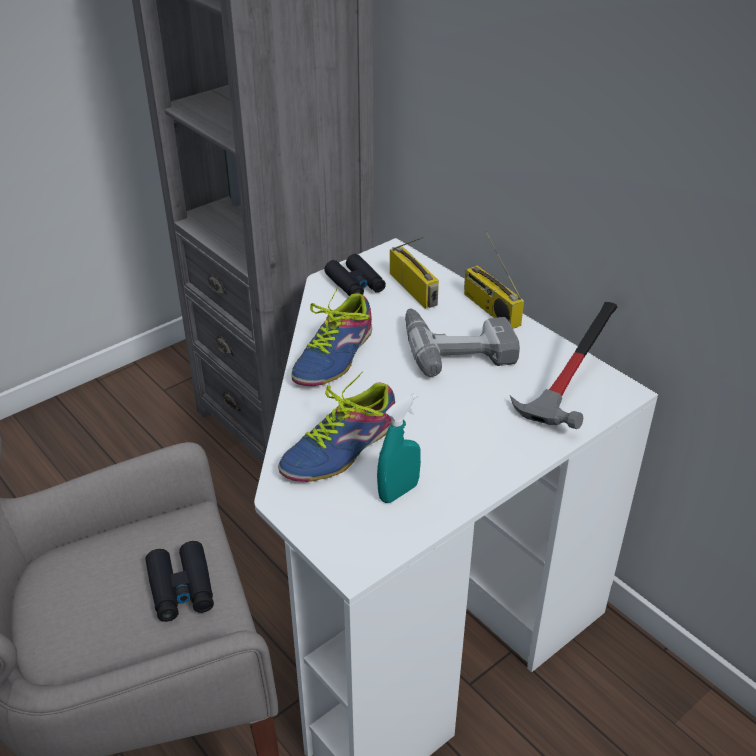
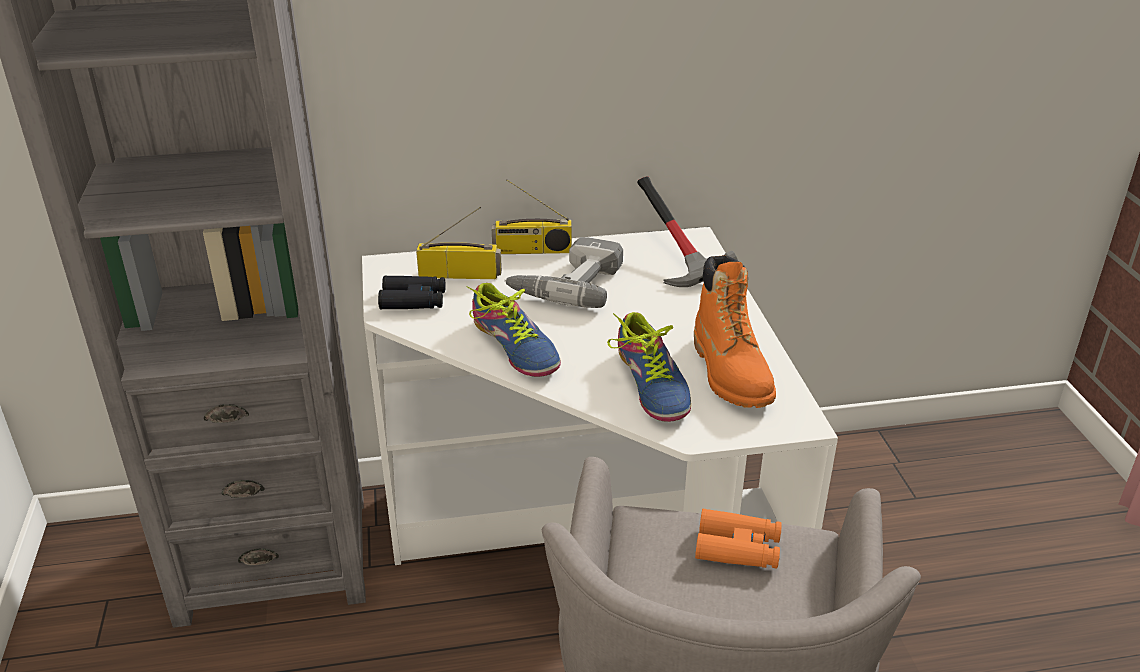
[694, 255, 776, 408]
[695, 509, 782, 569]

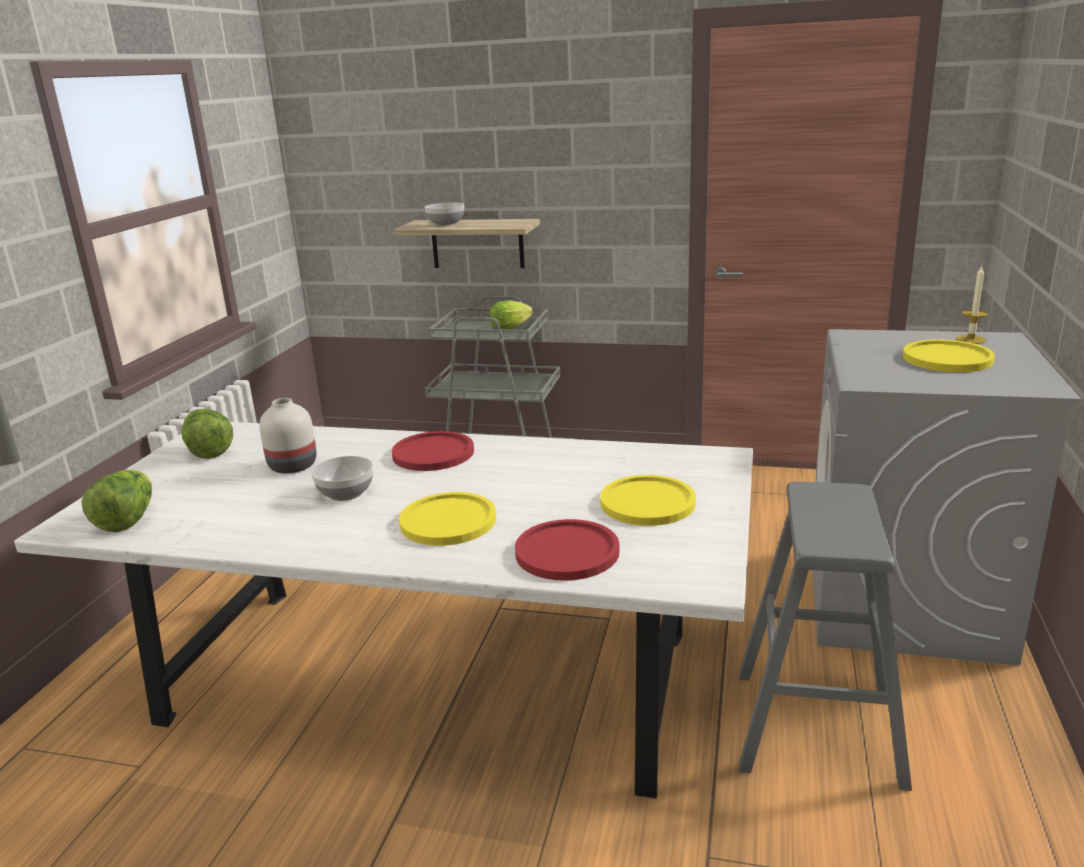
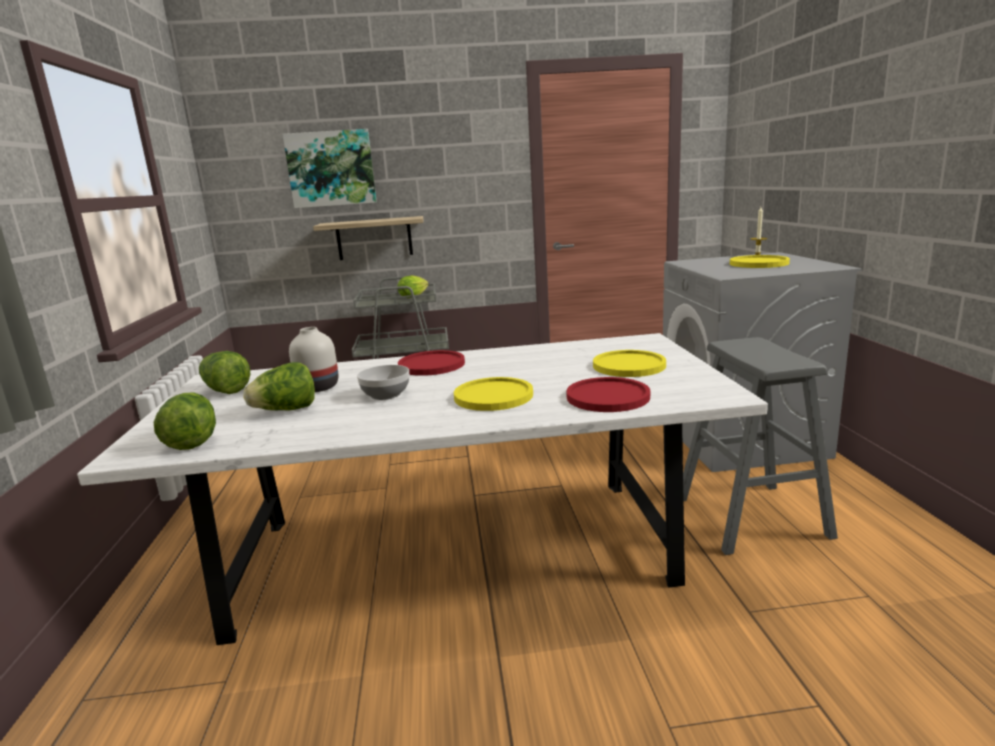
[243, 362, 315, 411]
[283, 129, 377, 208]
[425, 202, 464, 226] (first image)

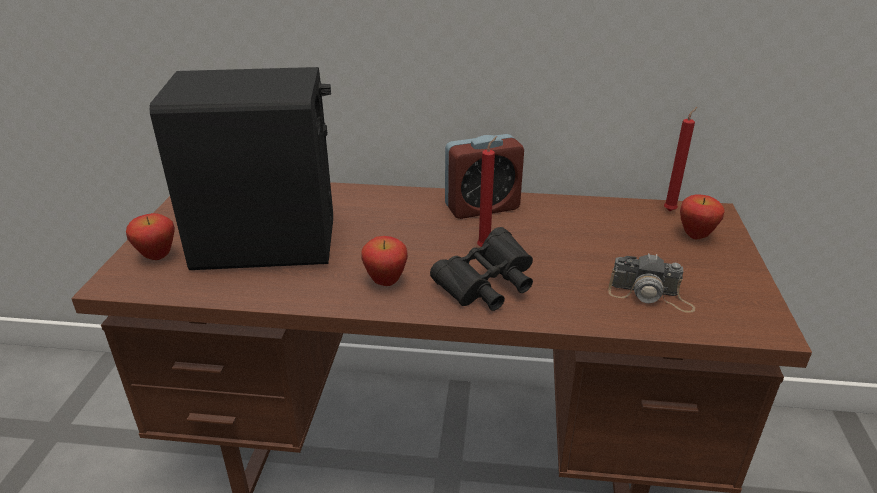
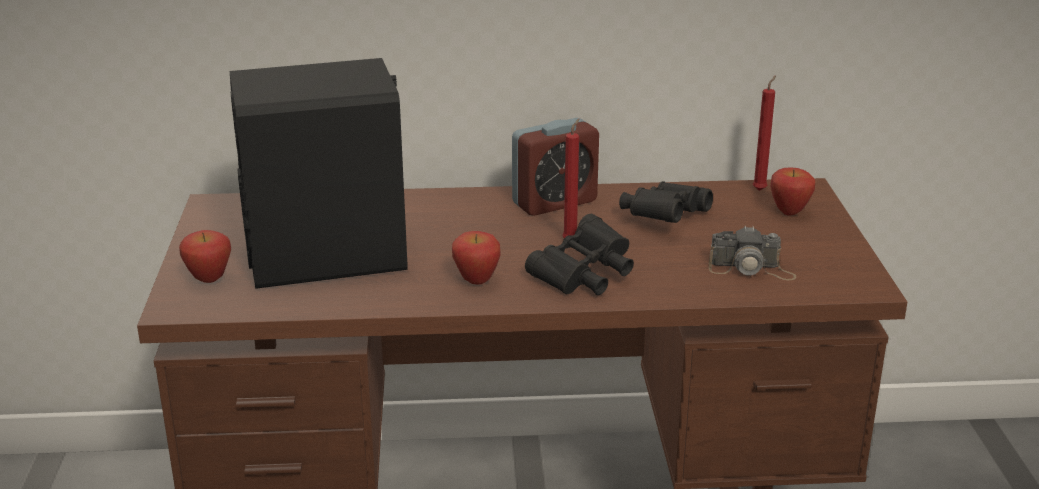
[619, 181, 713, 223]

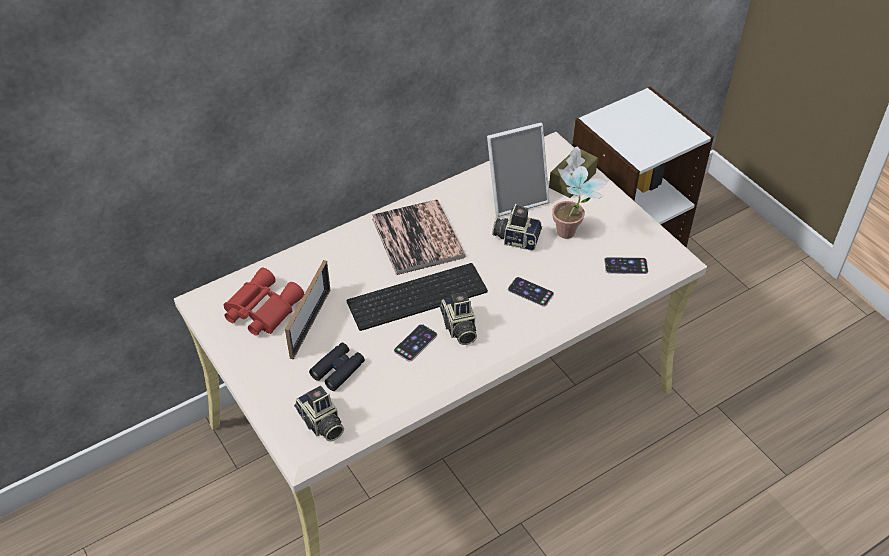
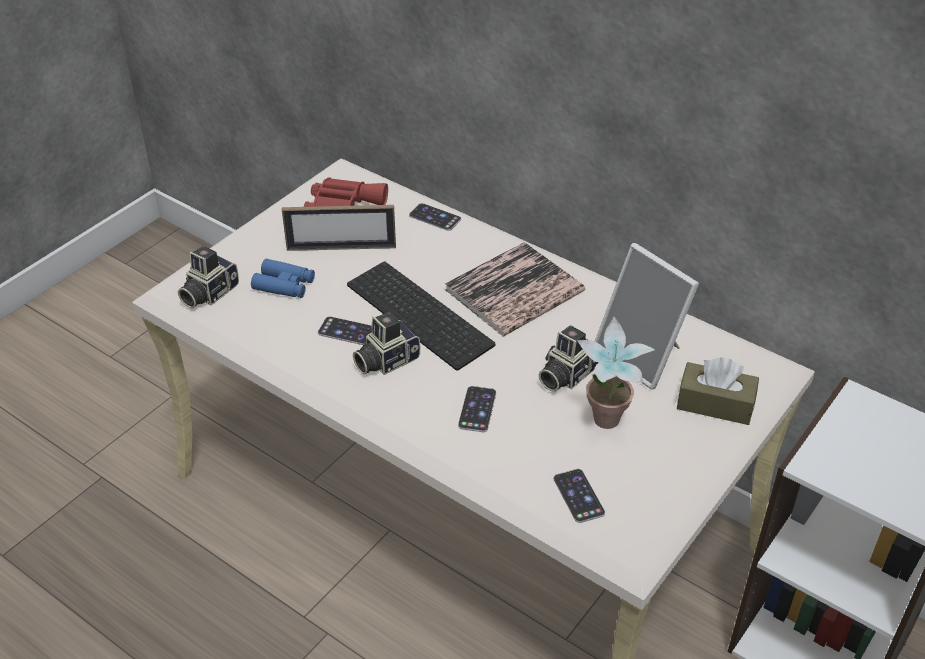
[251, 259, 315, 298]
[409, 203, 461, 231]
[539, 326, 599, 392]

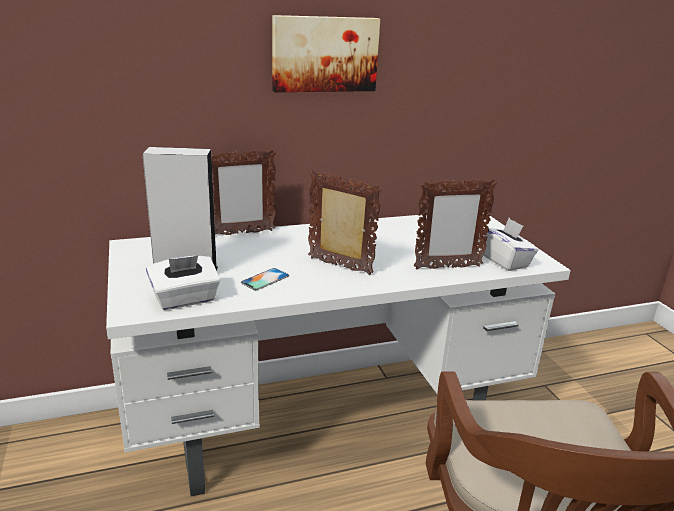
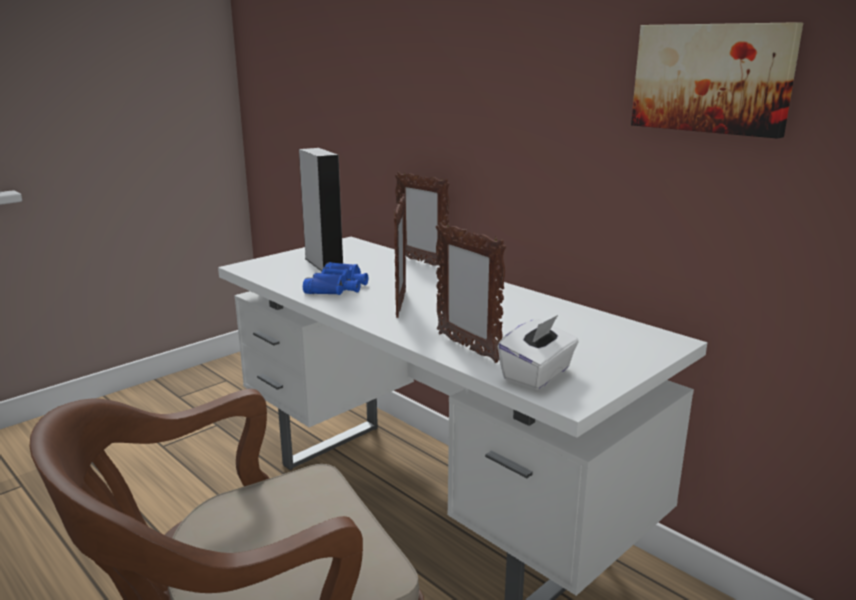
[303, 262, 368, 295]
[631, 22, 803, 139]
[146, 256, 220, 310] (first image)

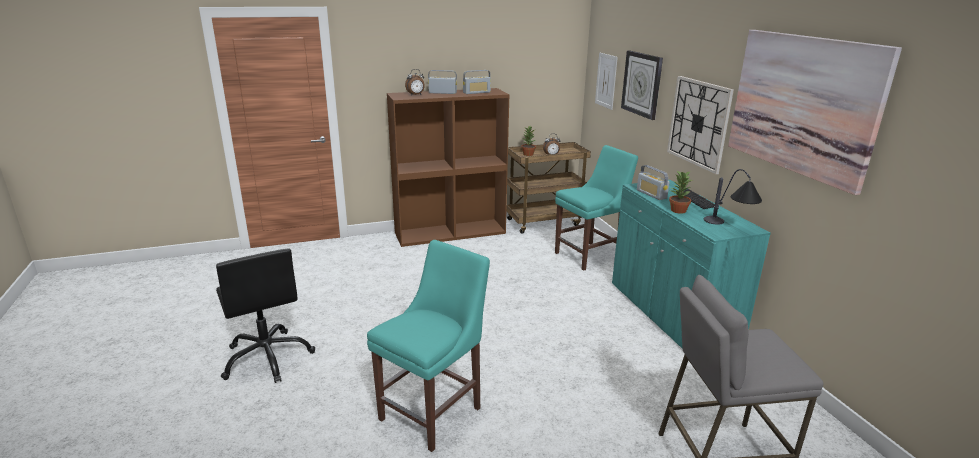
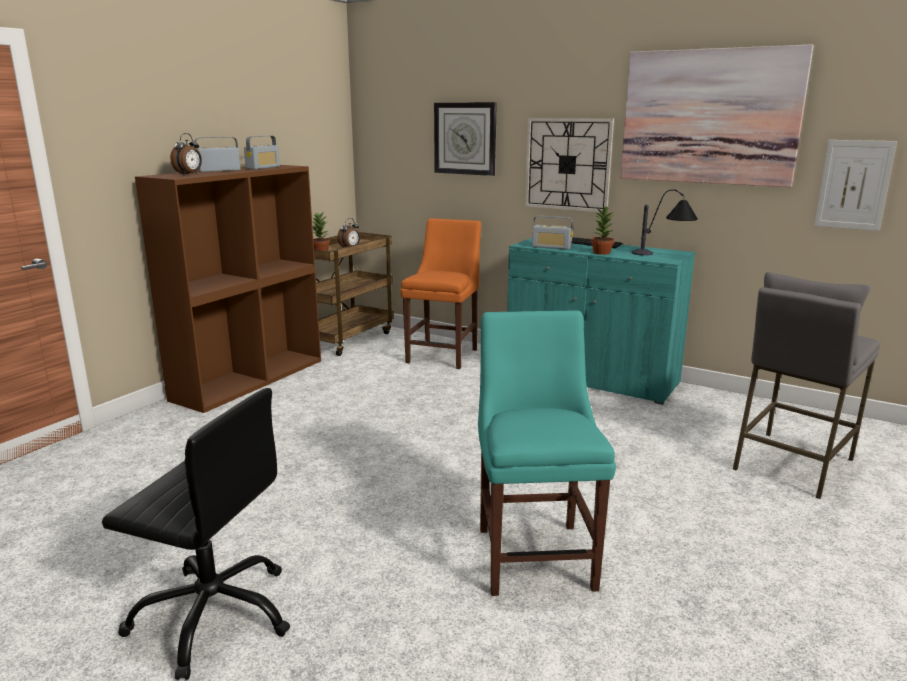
[400, 218, 481, 369]
[814, 140, 897, 231]

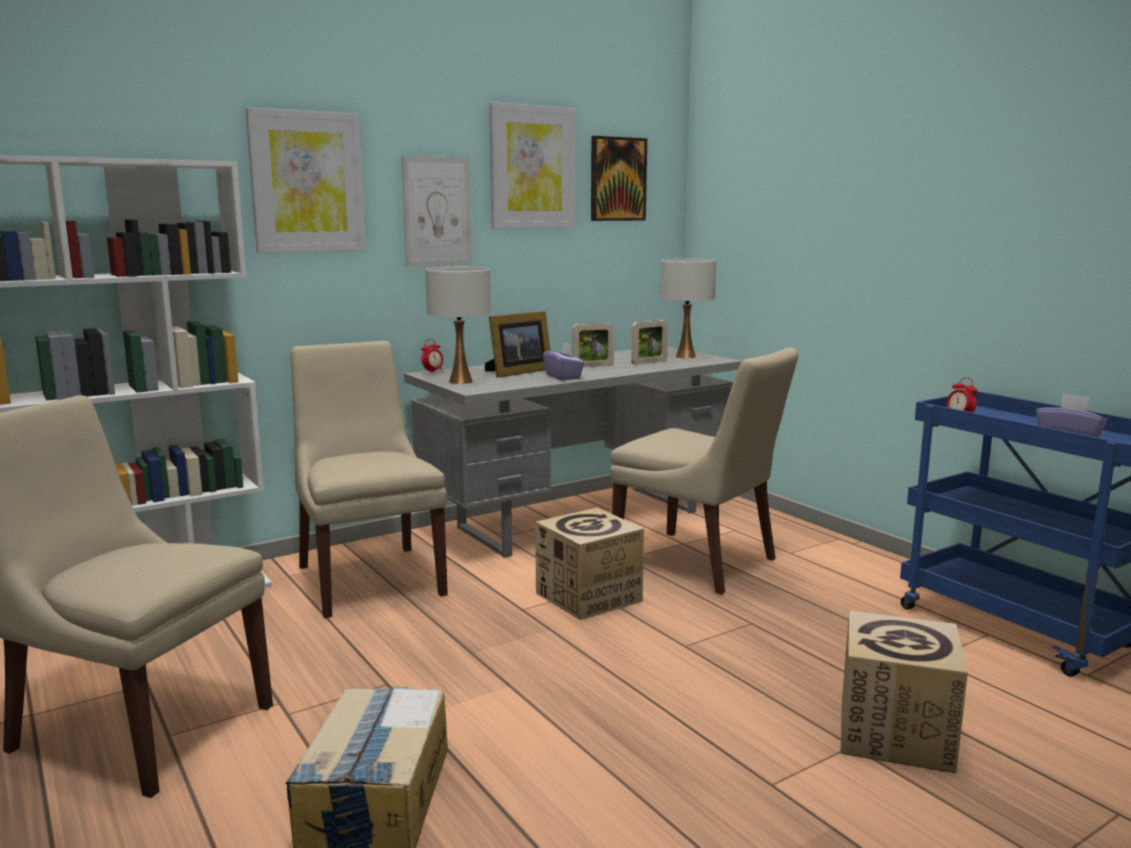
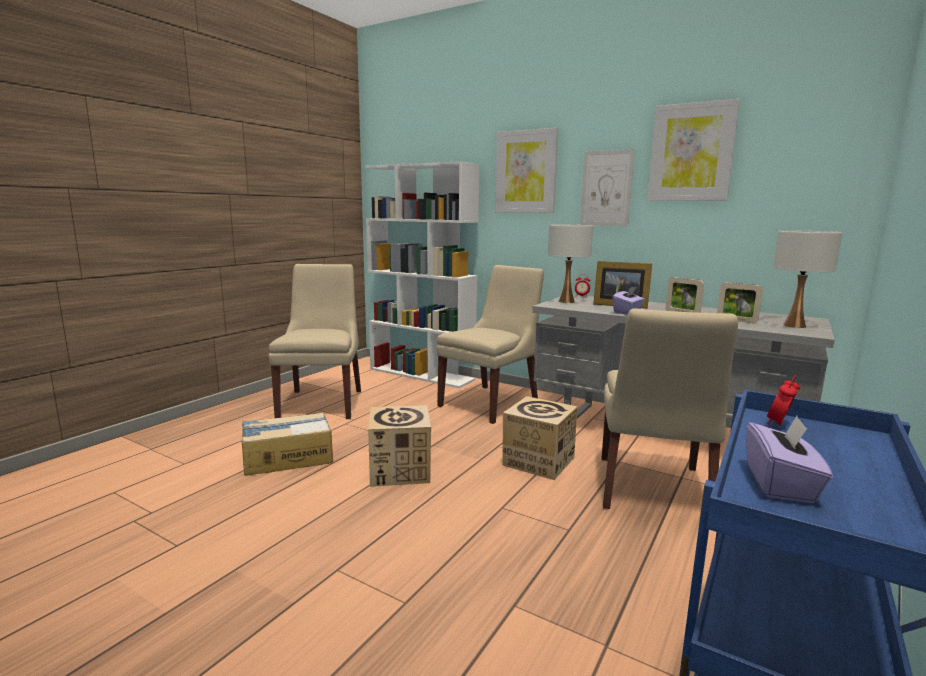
[368, 405, 431, 487]
[591, 136, 647, 221] (first image)

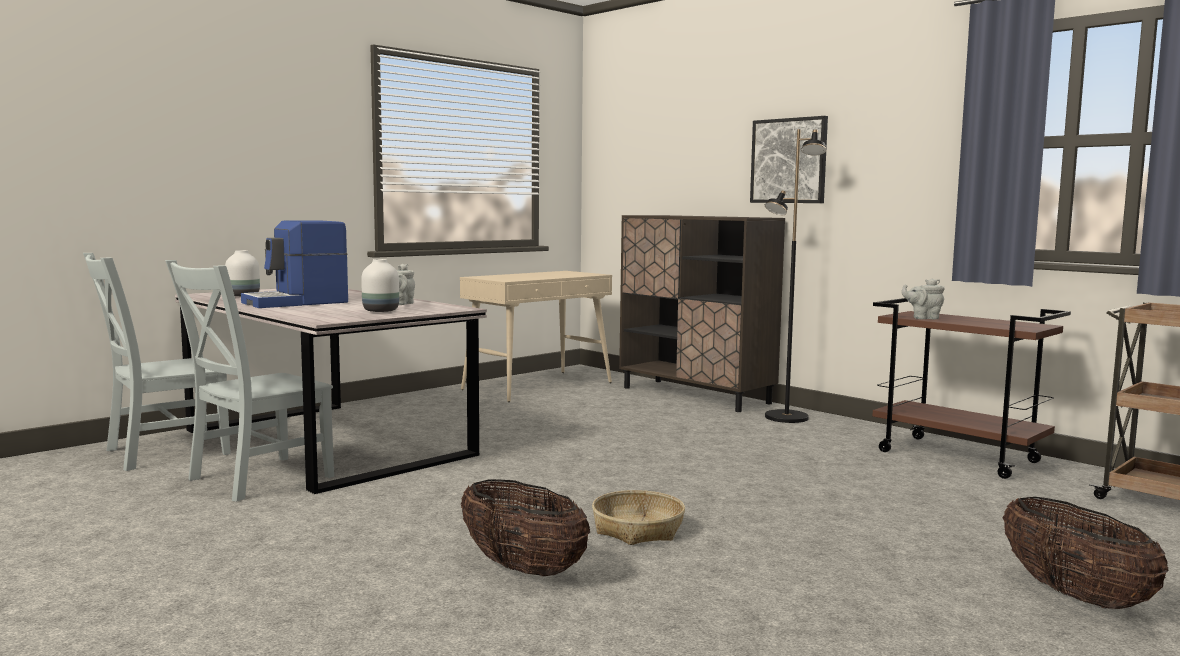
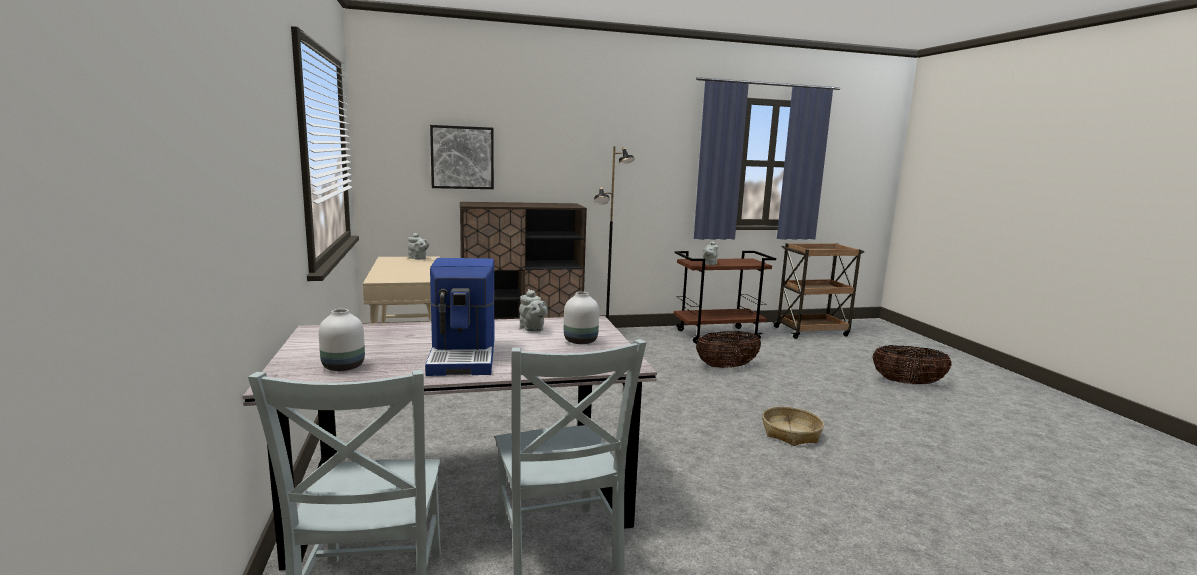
[408, 233, 430, 260]
[430, 125, 494, 189]
[696, 331, 761, 368]

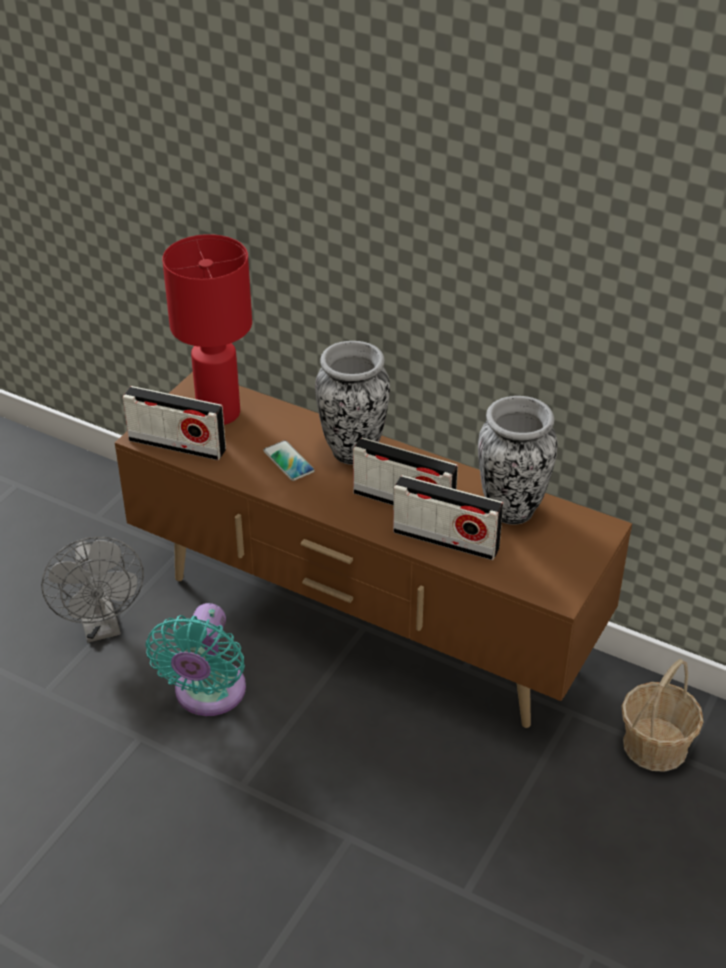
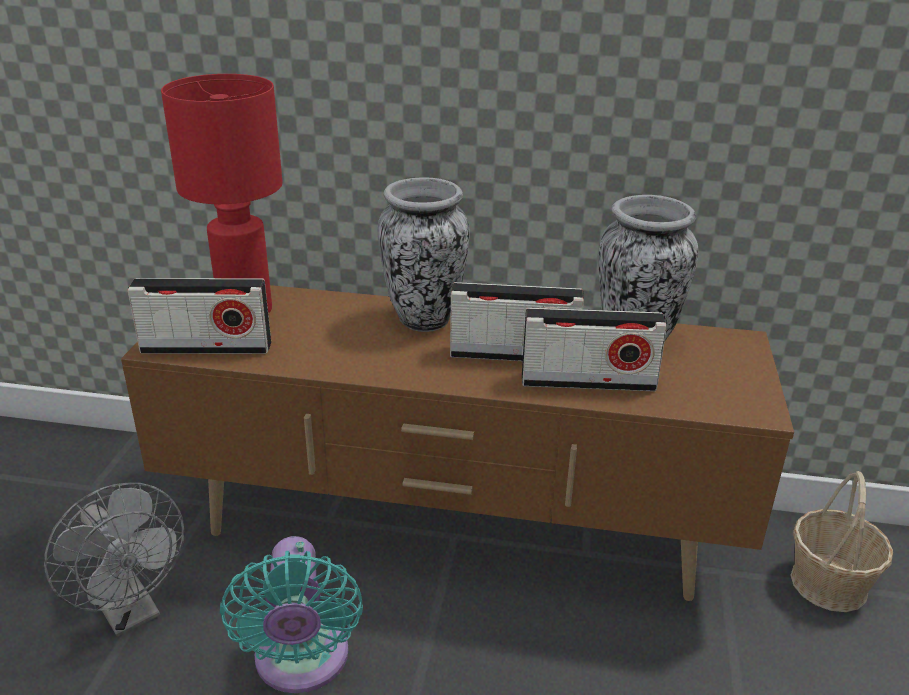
[263, 440, 315, 481] (first image)

